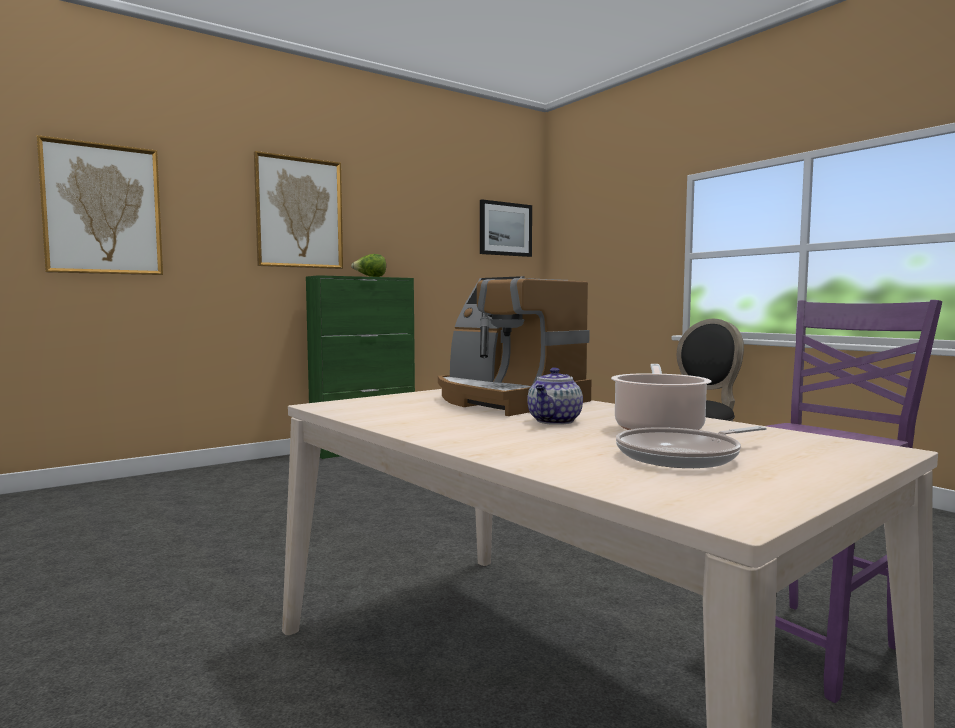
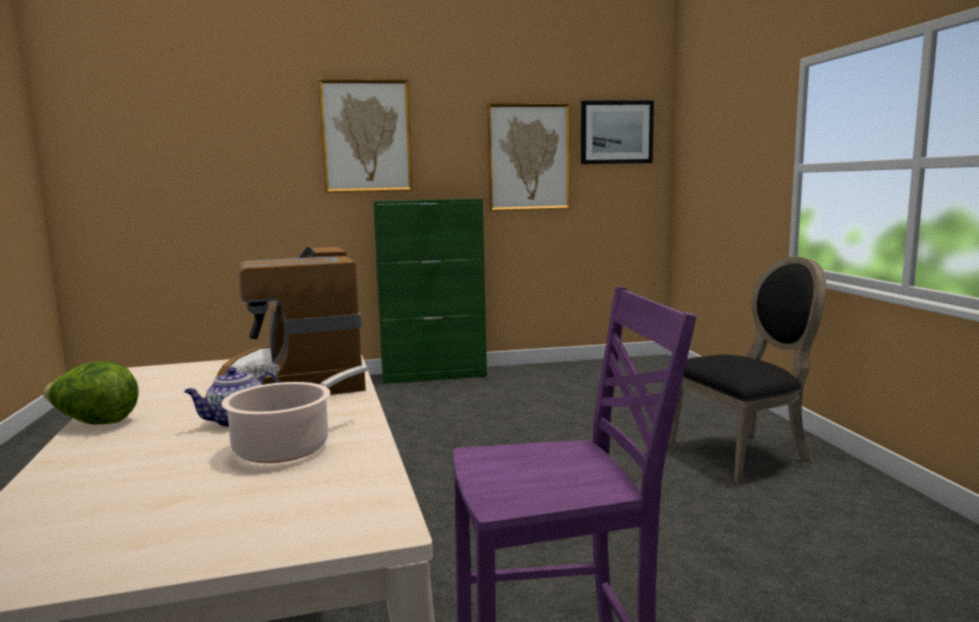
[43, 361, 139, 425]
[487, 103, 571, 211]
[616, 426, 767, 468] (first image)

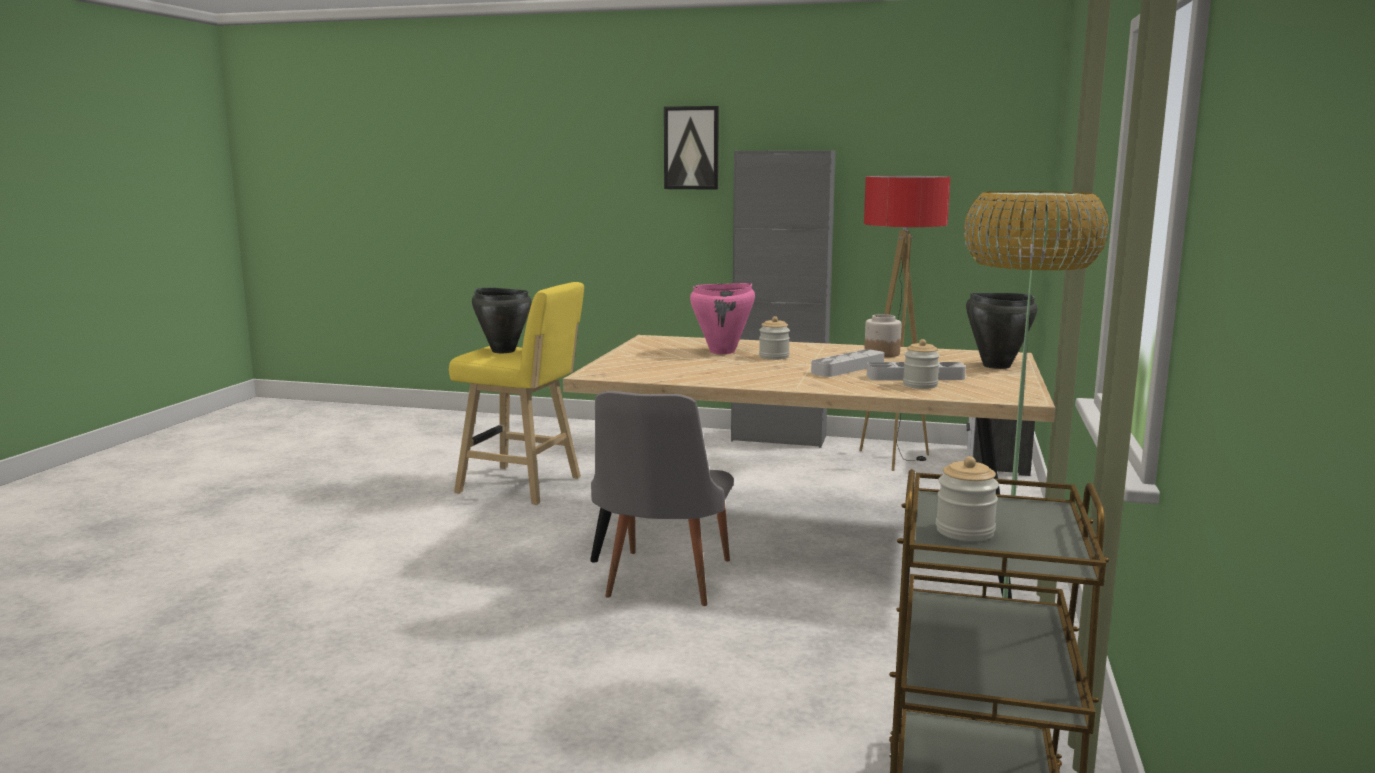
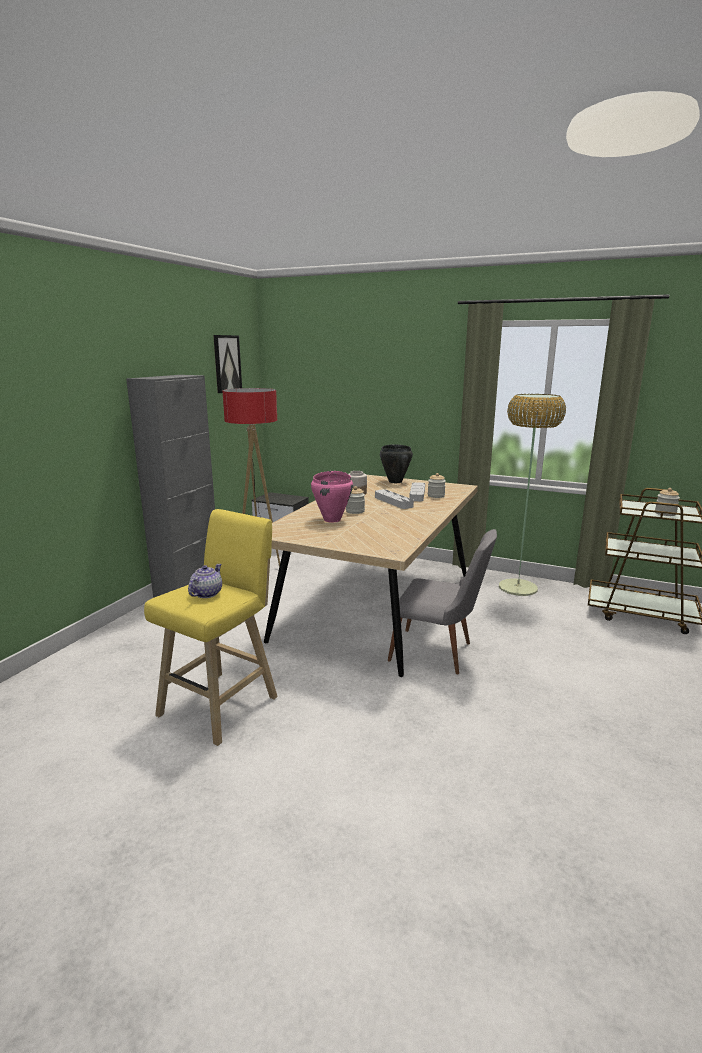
[188, 564, 222, 598]
[213, 335, 242, 393]

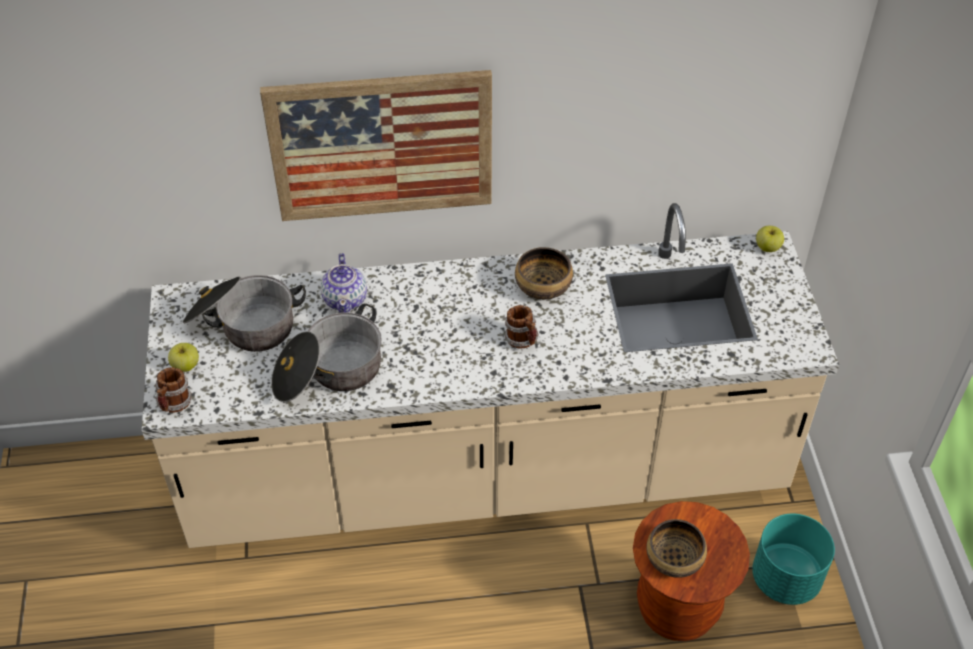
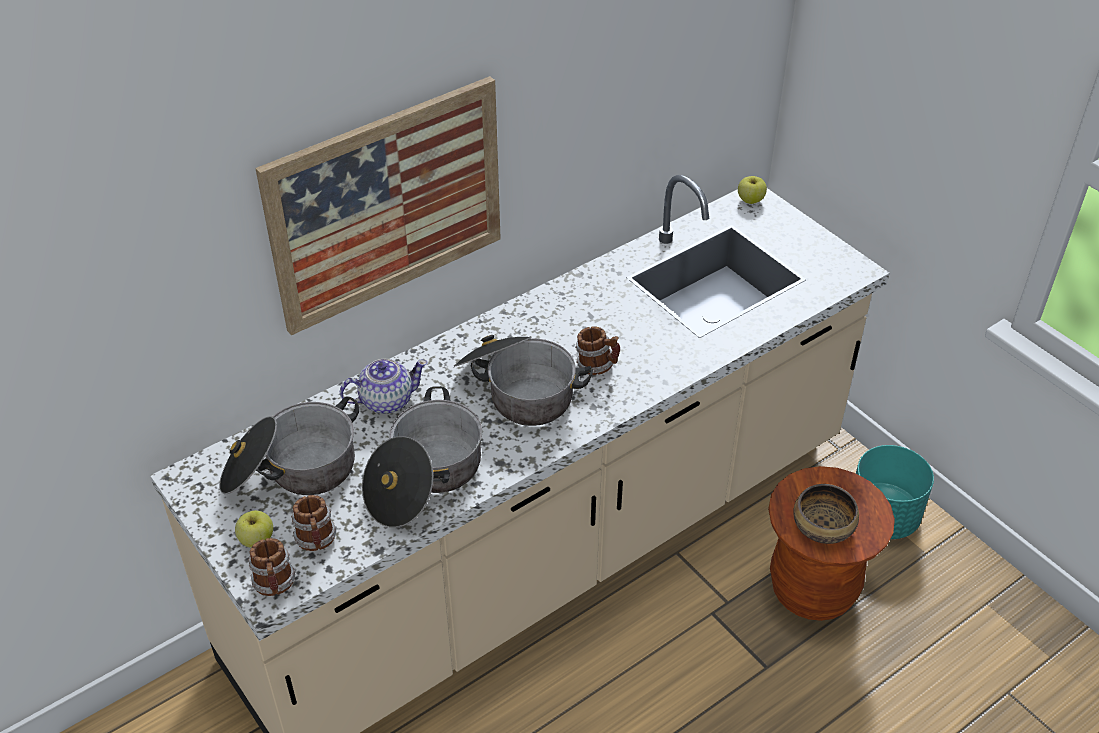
[291, 495, 337, 551]
[340, 358, 428, 414]
[454, 335, 593, 426]
[515, 247, 573, 299] (first image)

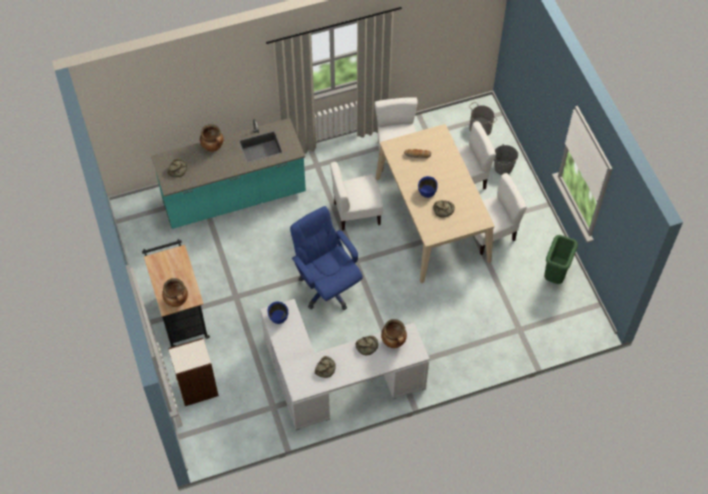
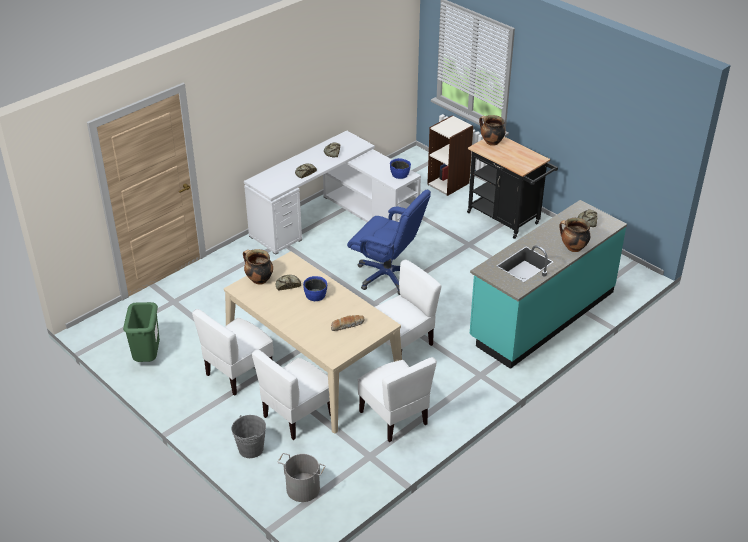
[243, 249, 273, 285]

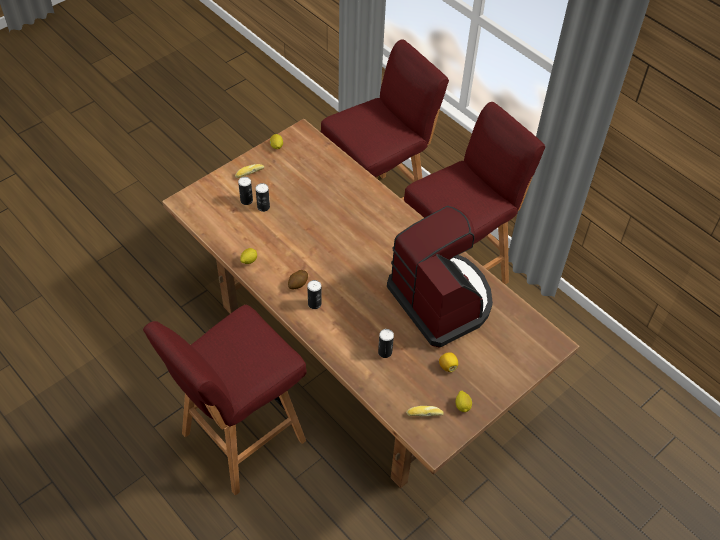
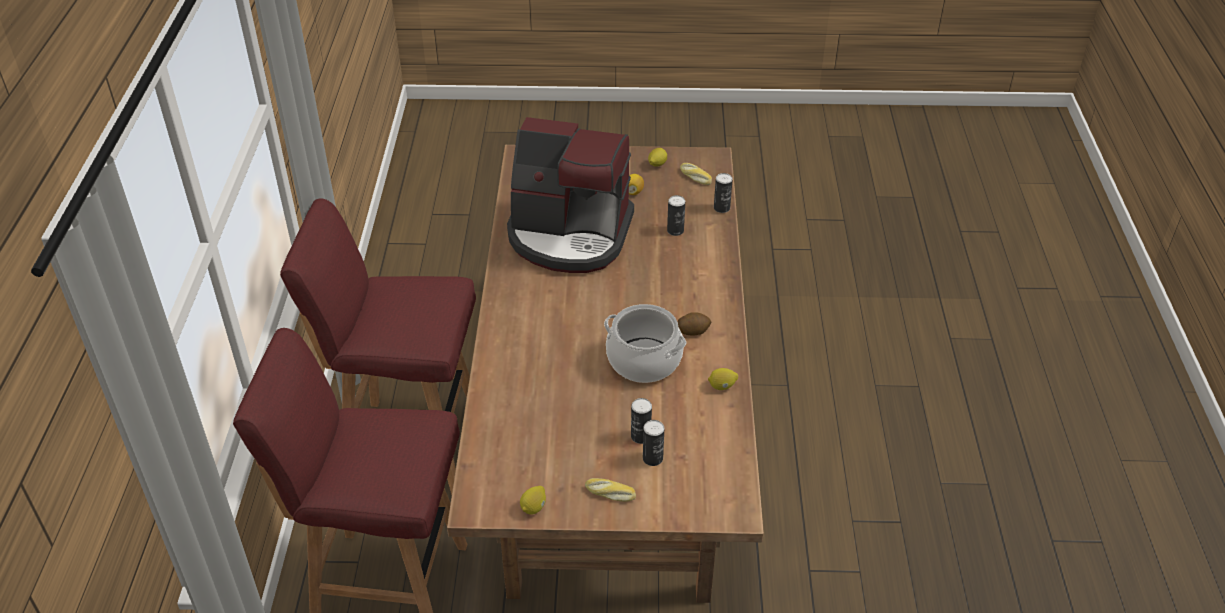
[507, 117, 634, 273]
[604, 304, 687, 383]
[714, 173, 733, 213]
[143, 305, 307, 495] (first image)

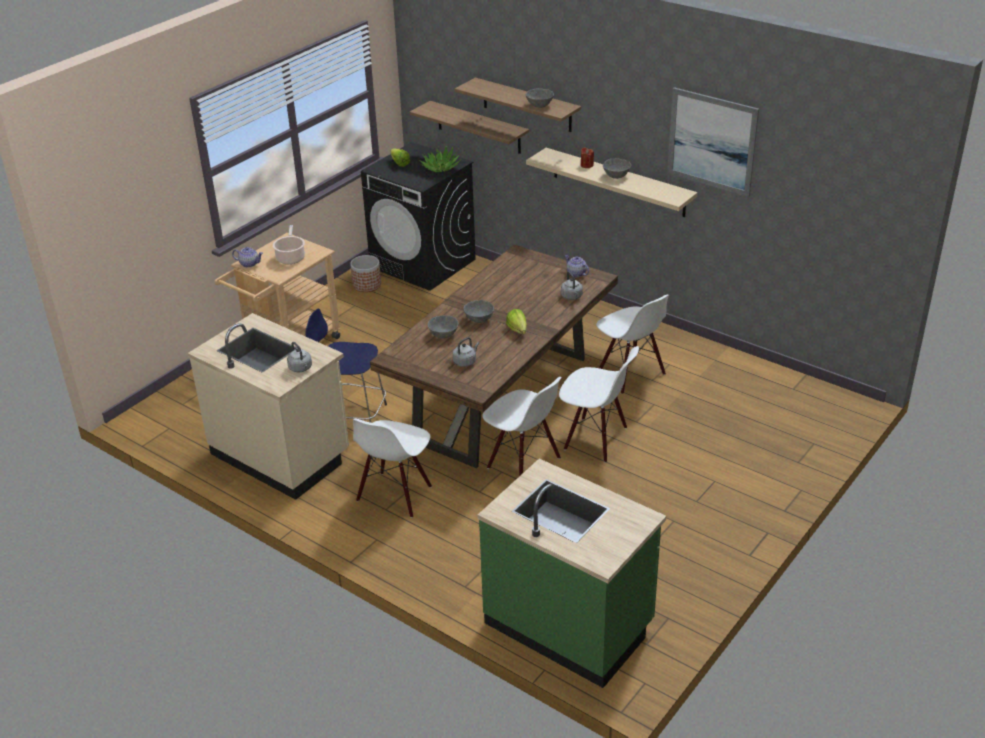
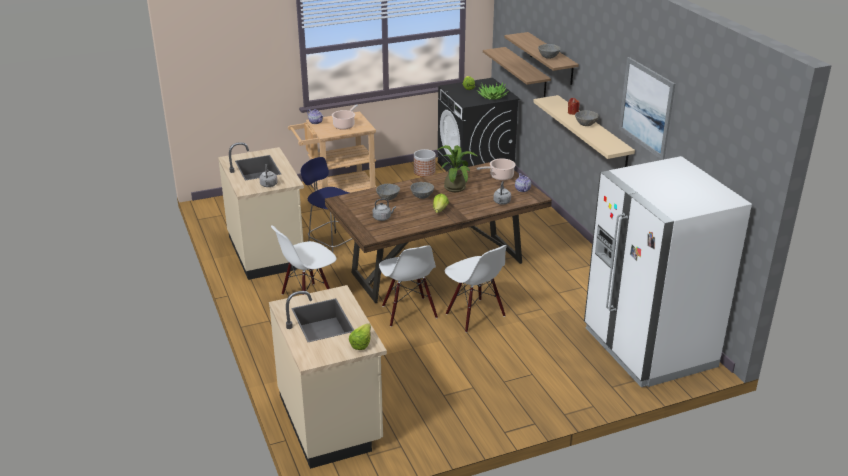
[269, 285, 387, 469]
[349, 323, 371, 350]
[437, 145, 477, 192]
[476, 158, 516, 180]
[584, 156, 752, 387]
[596, 295, 669, 394] (first image)

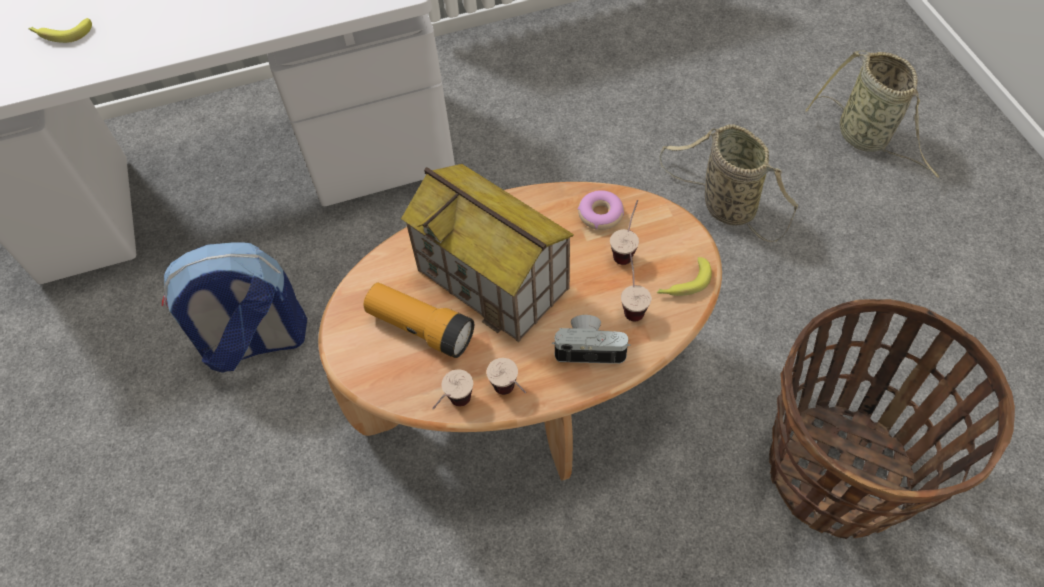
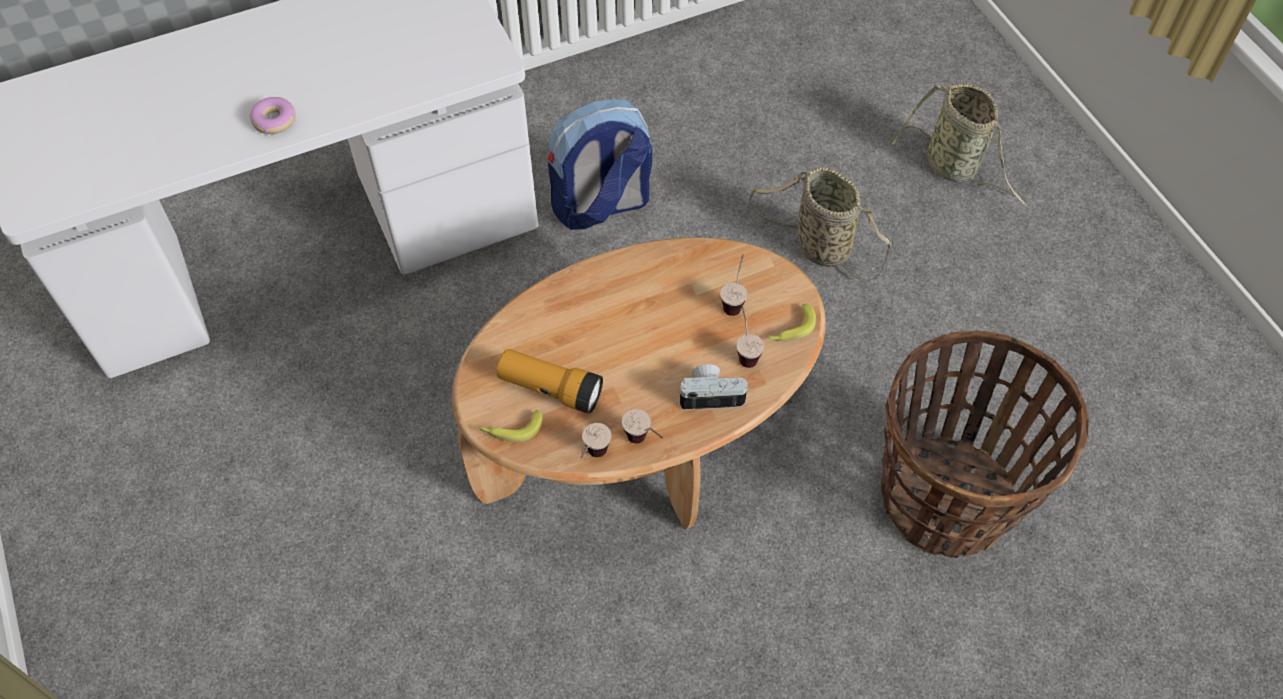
[250, 97, 295, 134]
[478, 410, 543, 442]
[548, 99, 652, 230]
[401, 164, 574, 342] (first image)

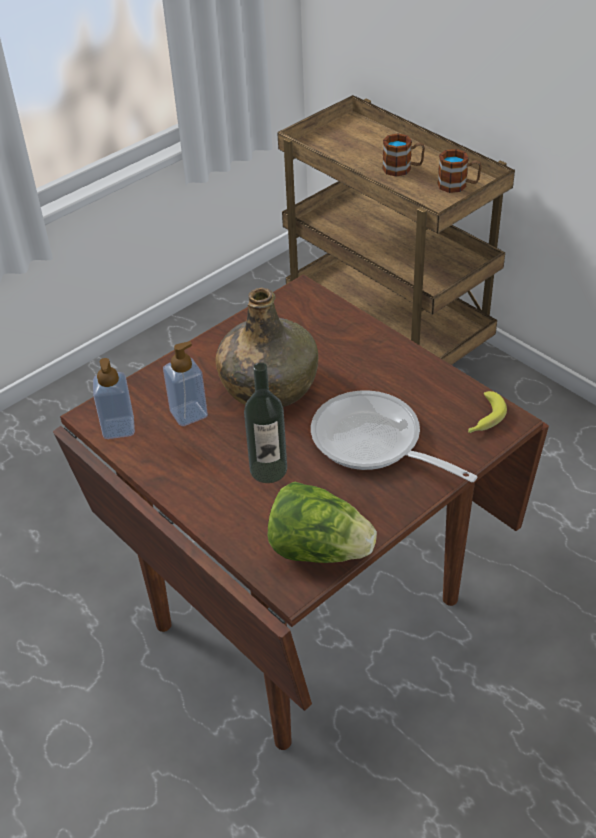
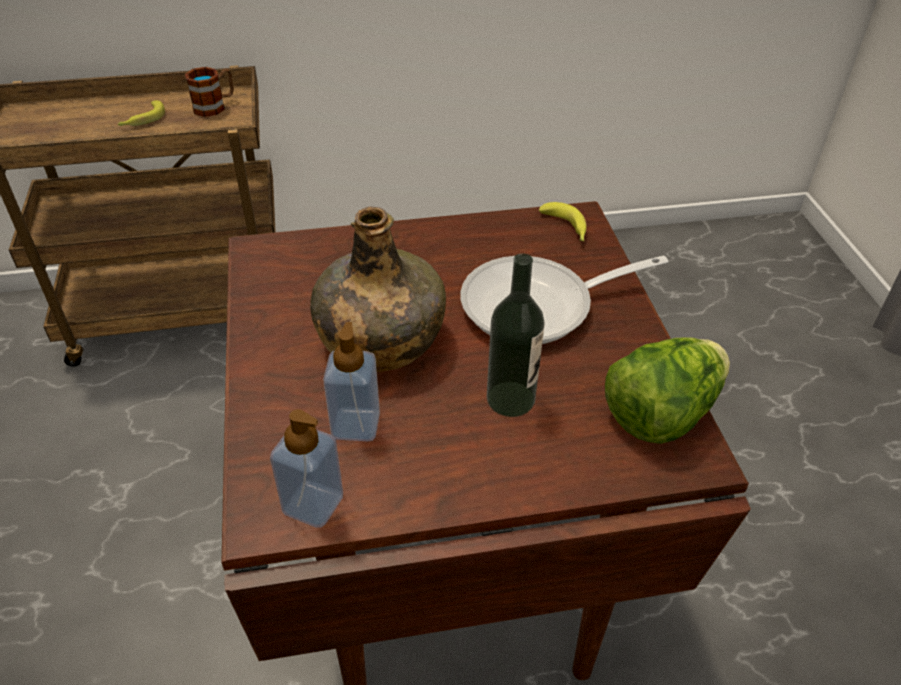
[118, 100, 165, 126]

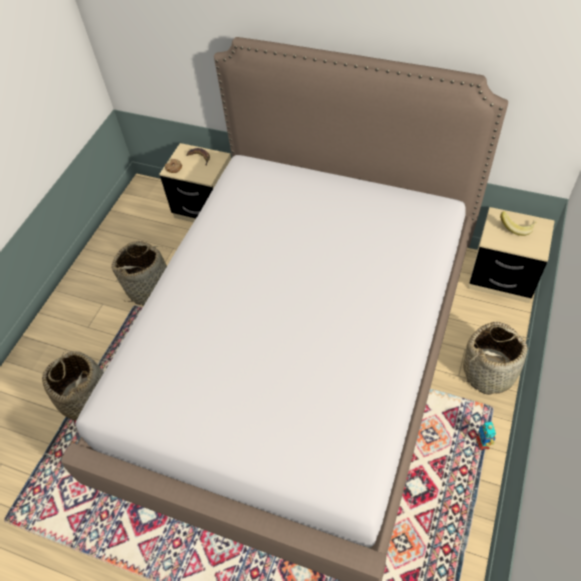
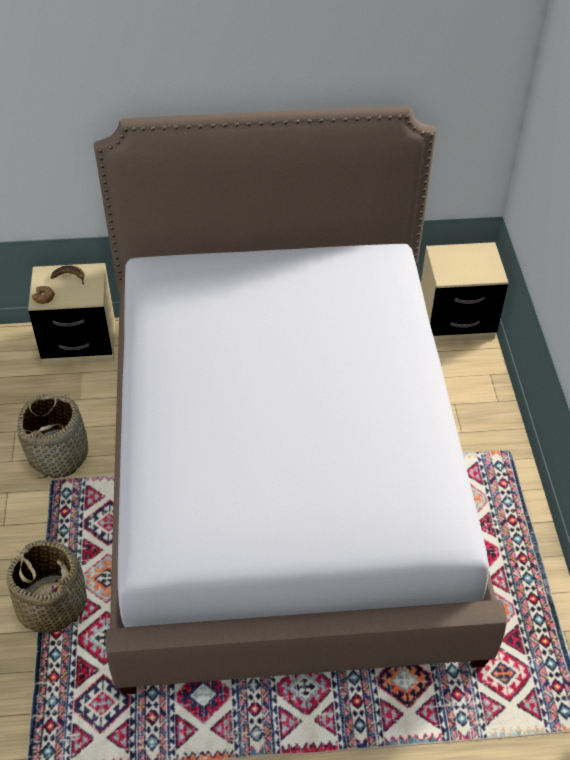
[462, 322, 530, 395] (first image)
[476, 421, 496, 450] (first image)
[500, 211, 537, 236] (first image)

